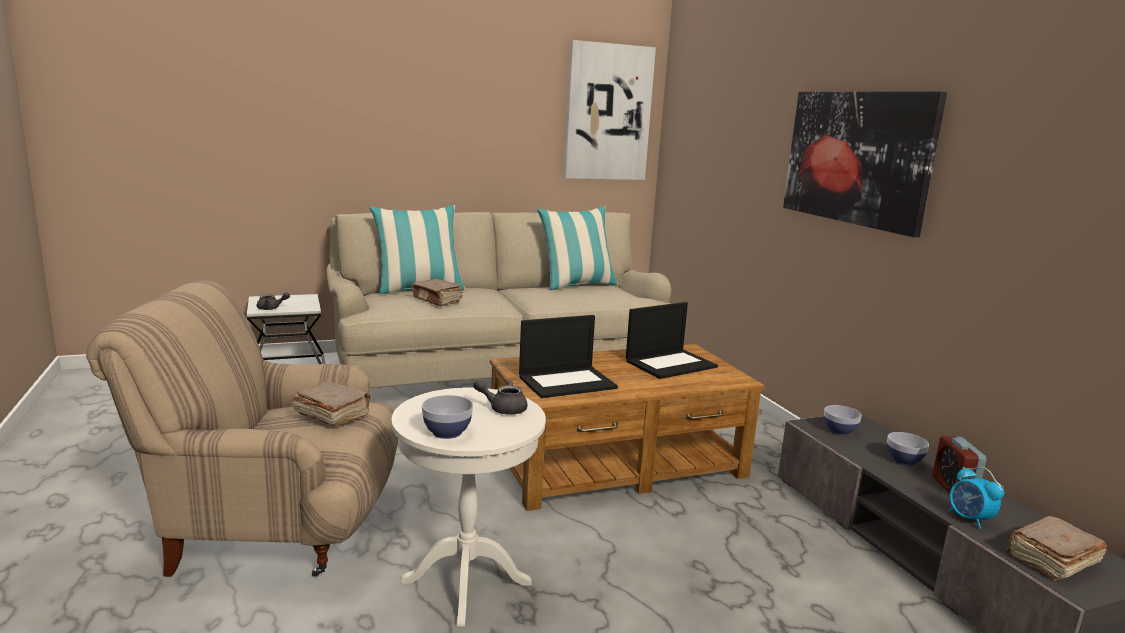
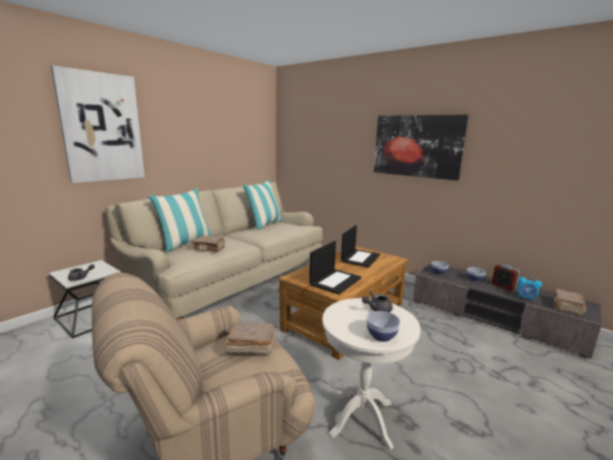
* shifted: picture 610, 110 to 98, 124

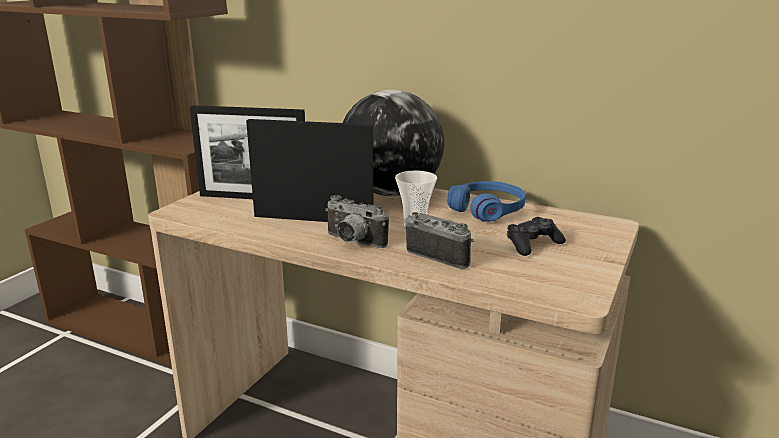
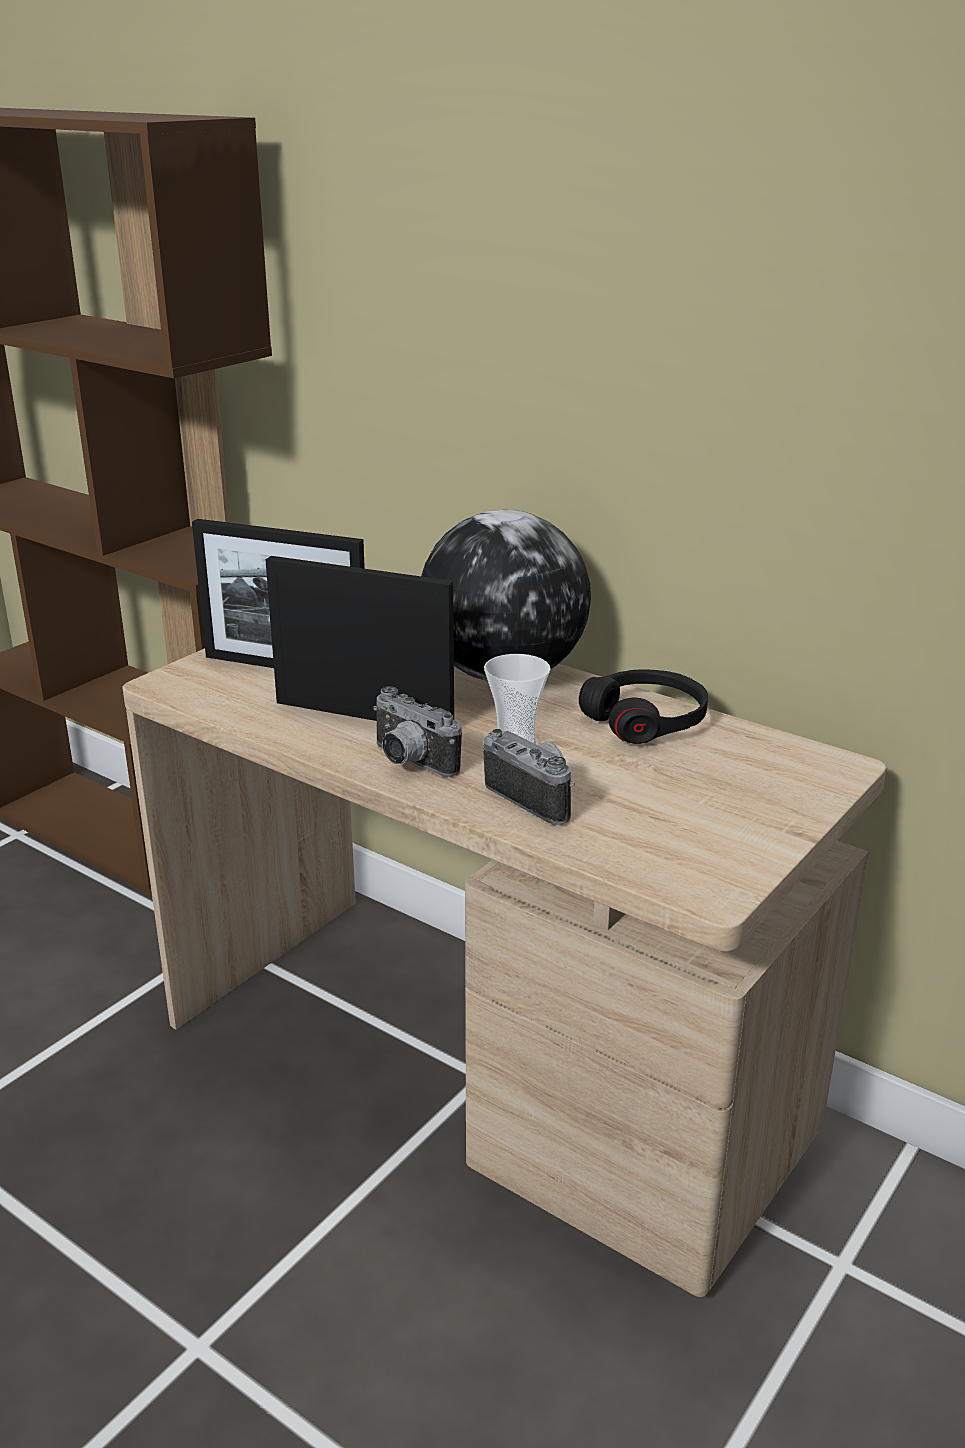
* gone: black joypad 536, 236
* repainted: bluish headphones 486, 201 to black headphones 643, 706

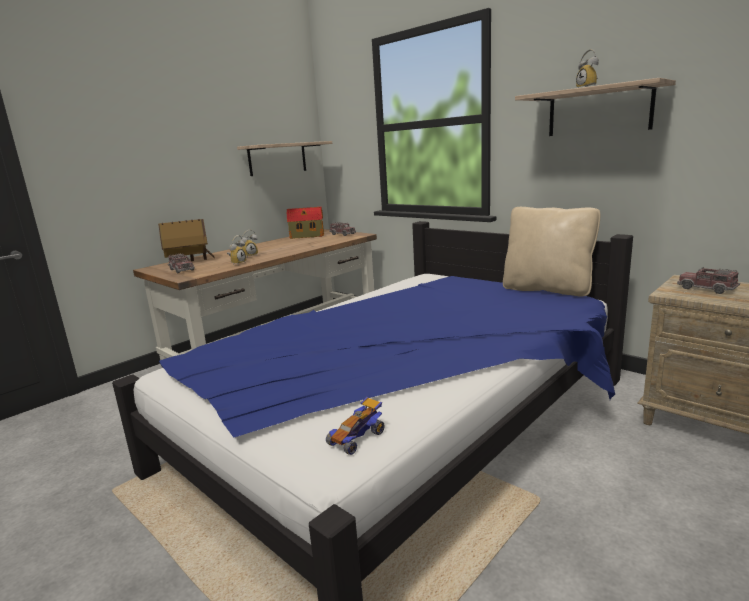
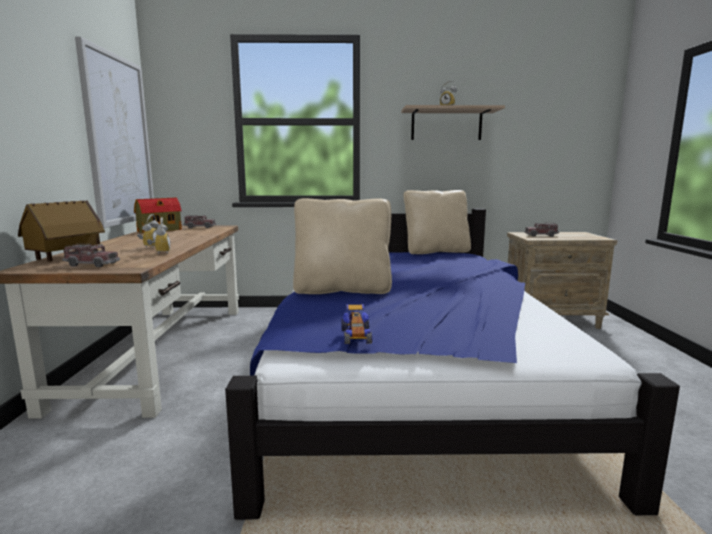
* new: beige pillow 342, 246
* shifted: toy car 355, 426 to 356, 324
* swapped: shelf 284, 158 to picture 114, 132

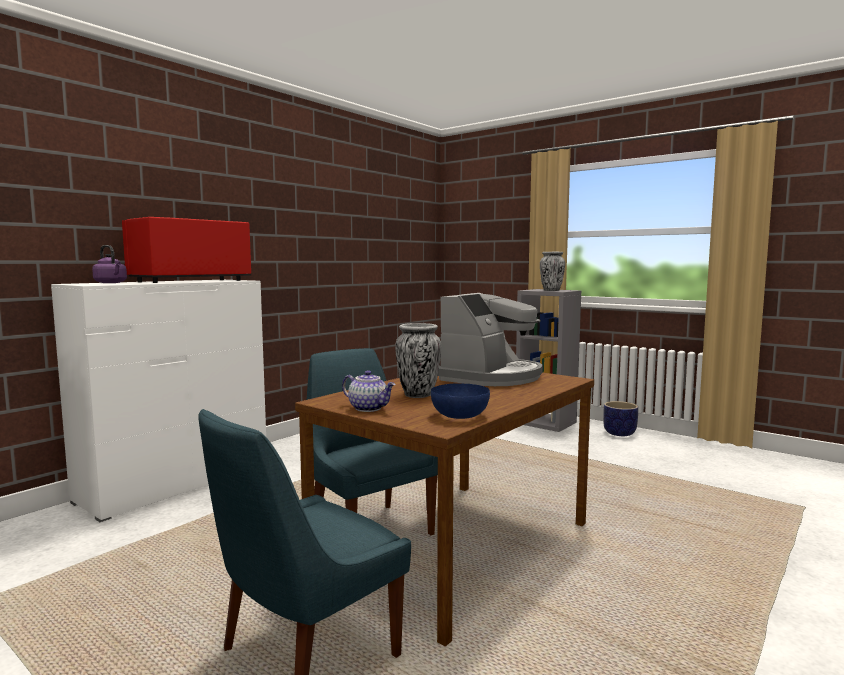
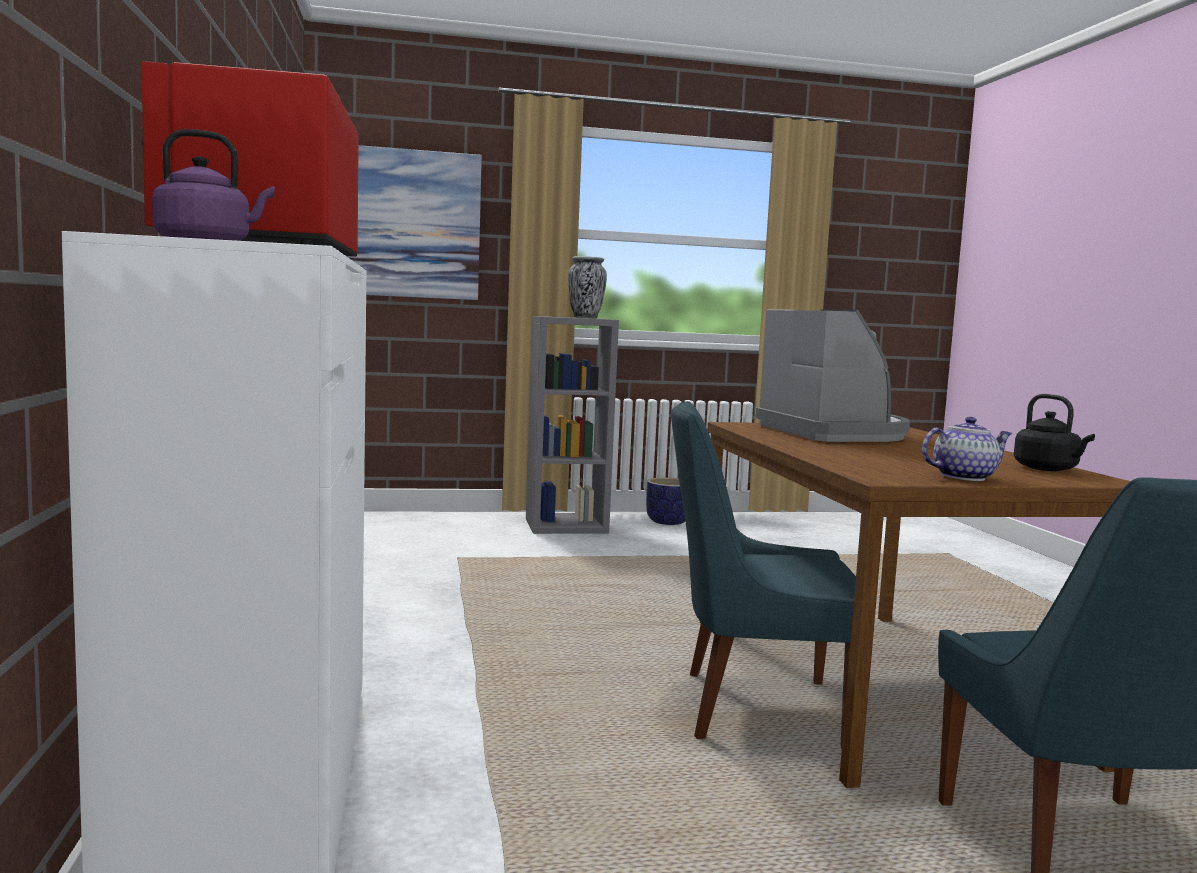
* gone: decorative vase 418, 360
* new: picture 414, 222
* swapped: bluish serving bowl 460, 401 to black tea kettle 1054, 432

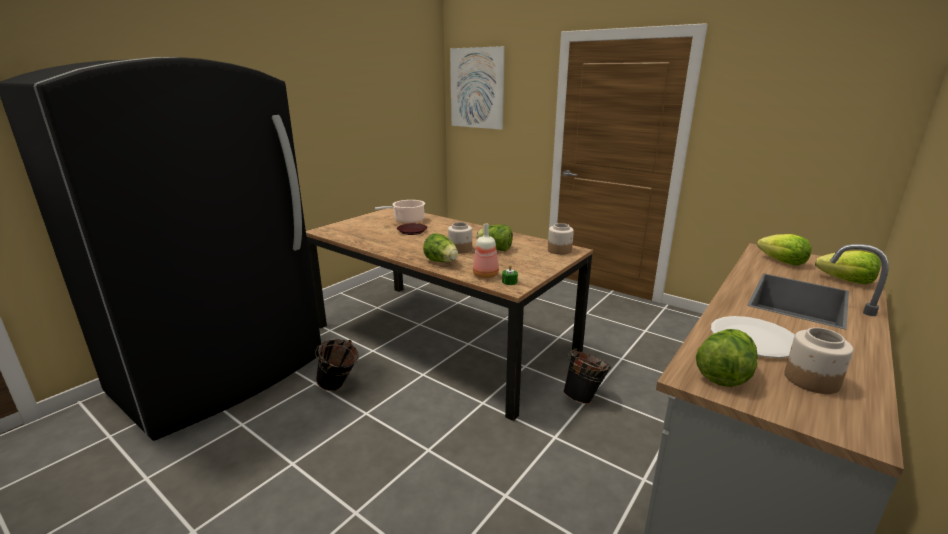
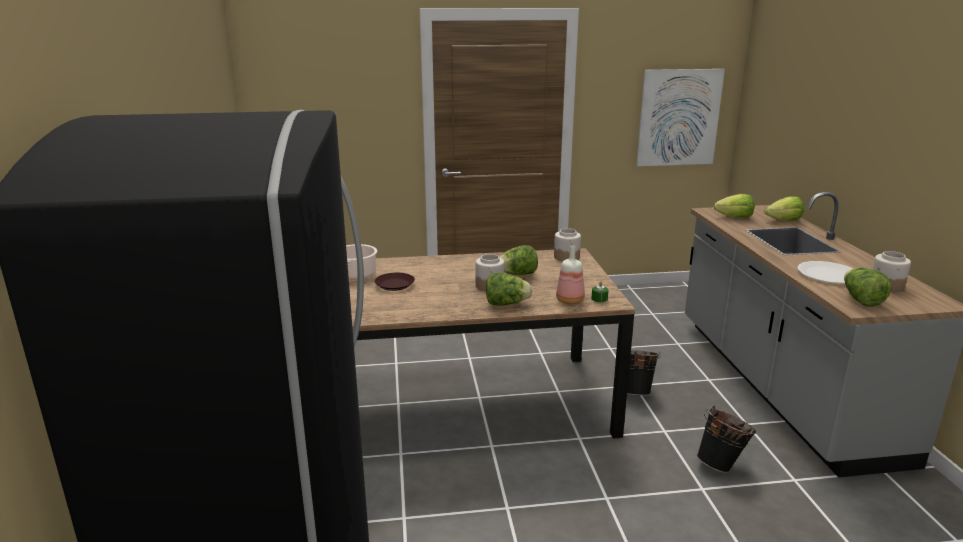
* shifted: black bucket 337, 365 to 726, 439
* shifted: picture 477, 88 to 680, 117

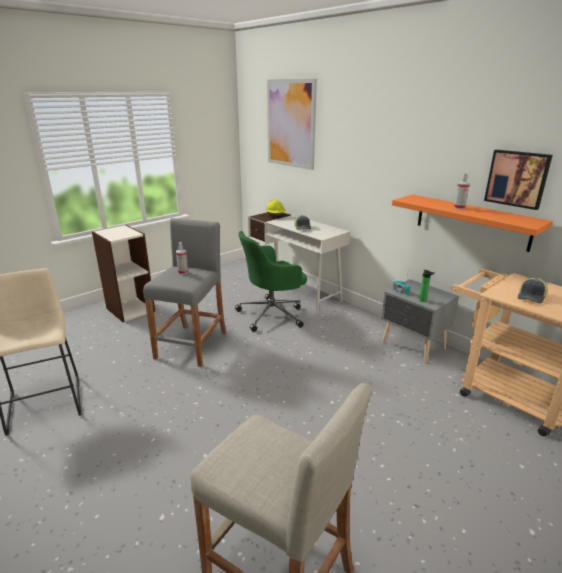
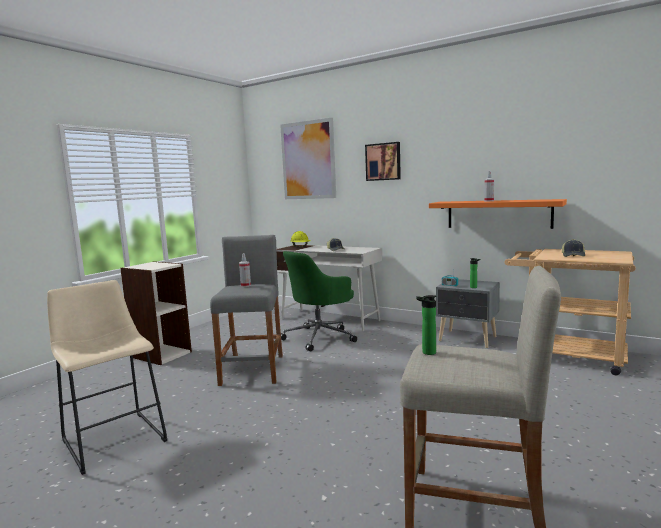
* new: drink bottle 426, 325
* shifted: picture 518, 180 to 383, 161

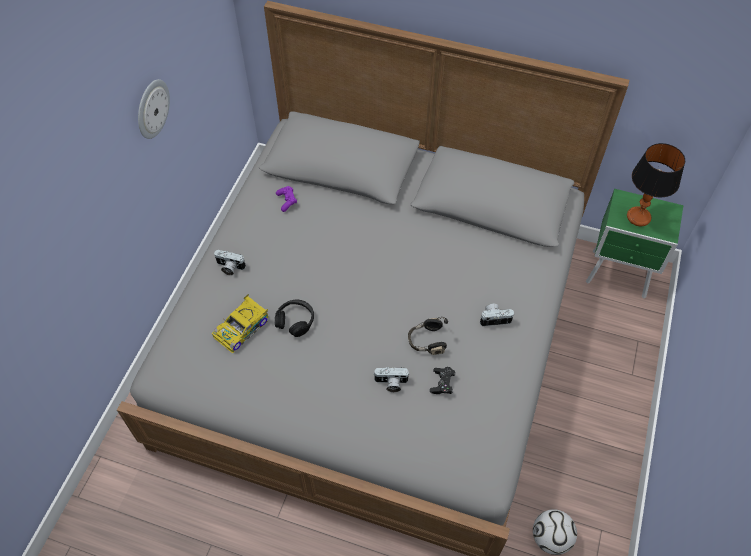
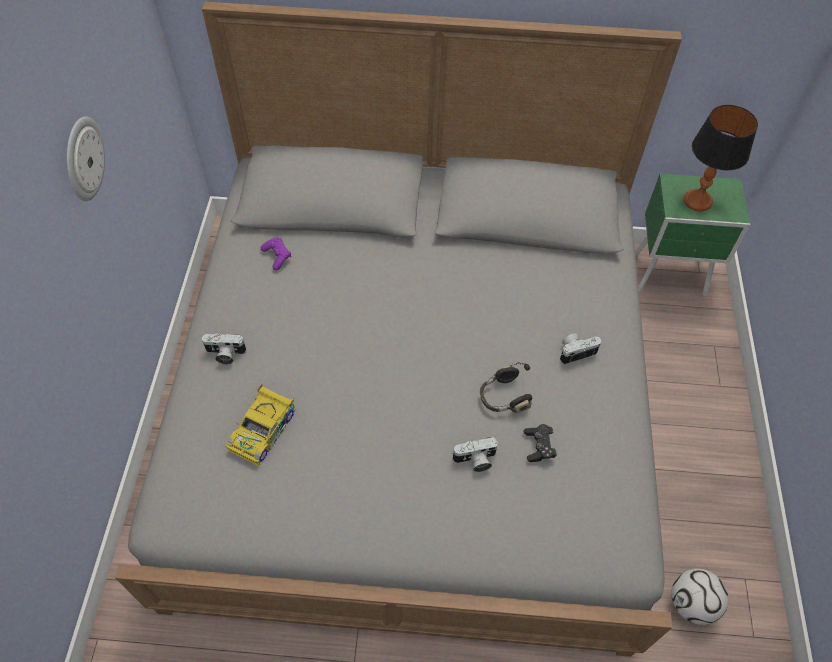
* gone: black headphones 294, 318

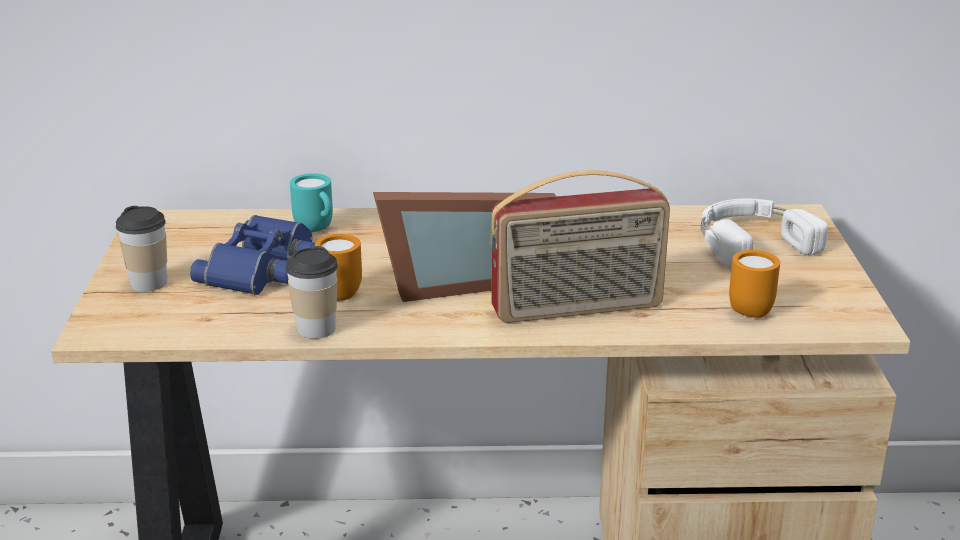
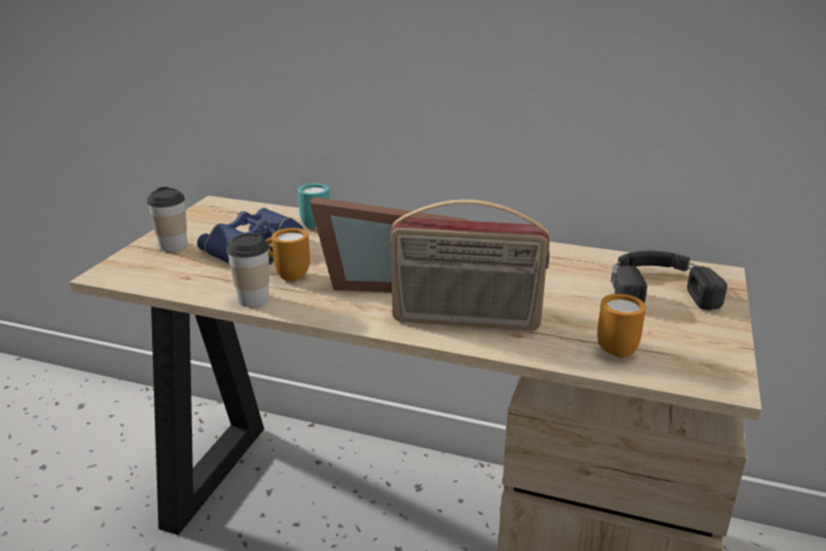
* repainted: white-coloured headphones 764, 232 to black headphones 669, 280

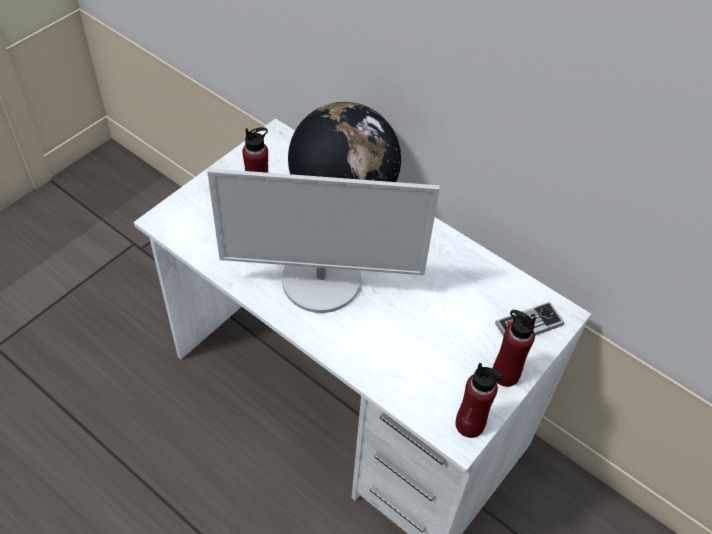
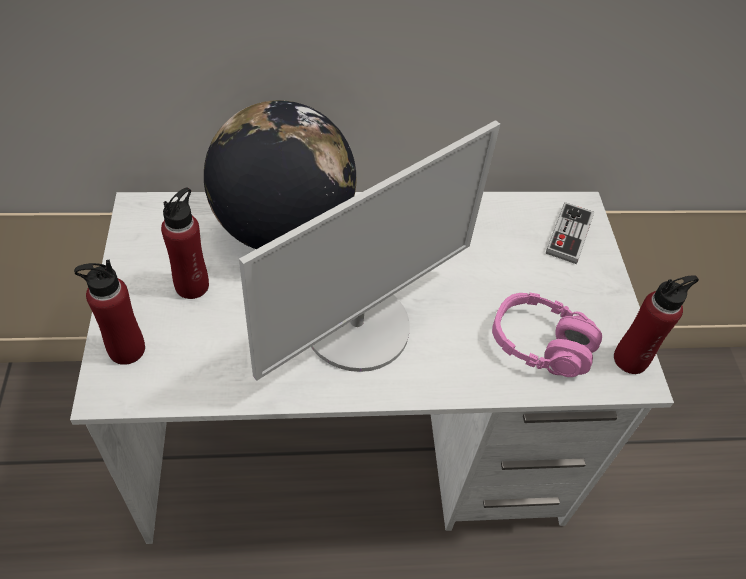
* new: pink headphones 547, 335
* shifted: reddish drink bottle 514, 348 to 109, 312

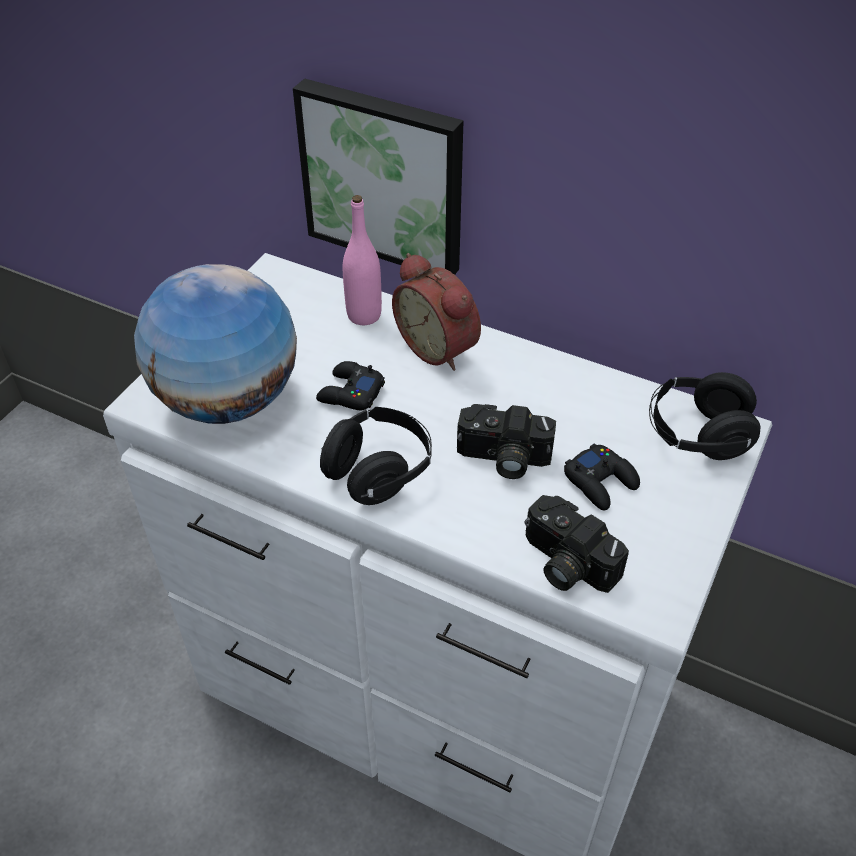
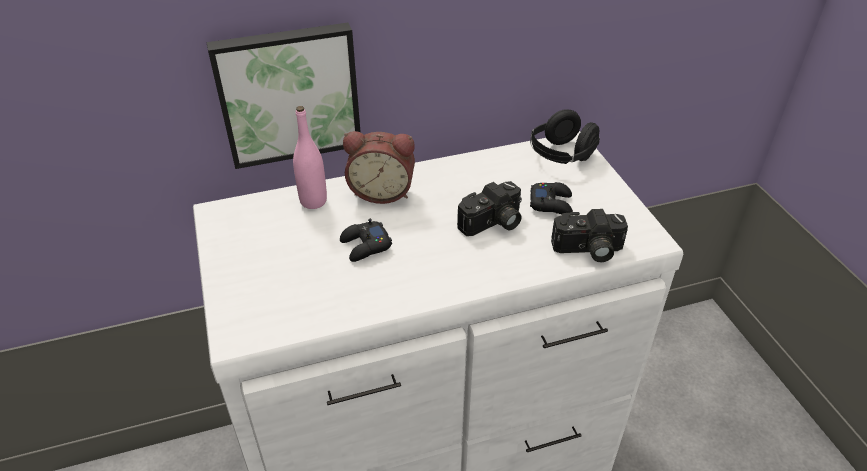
* gone: desk globe 215, 344
* gone: black headphones 376, 456

